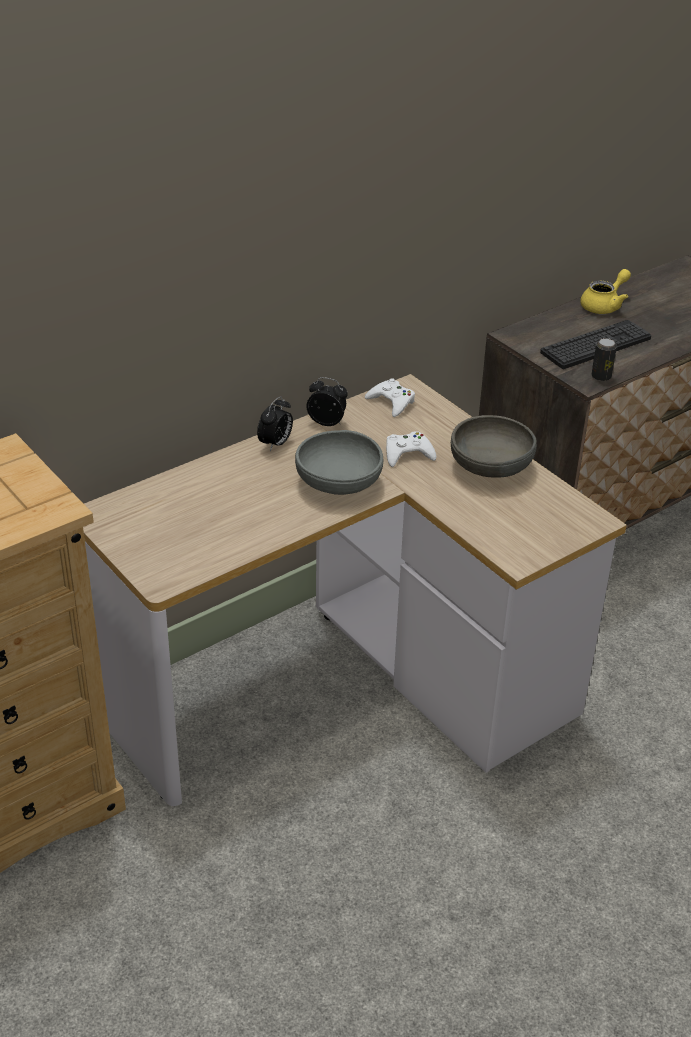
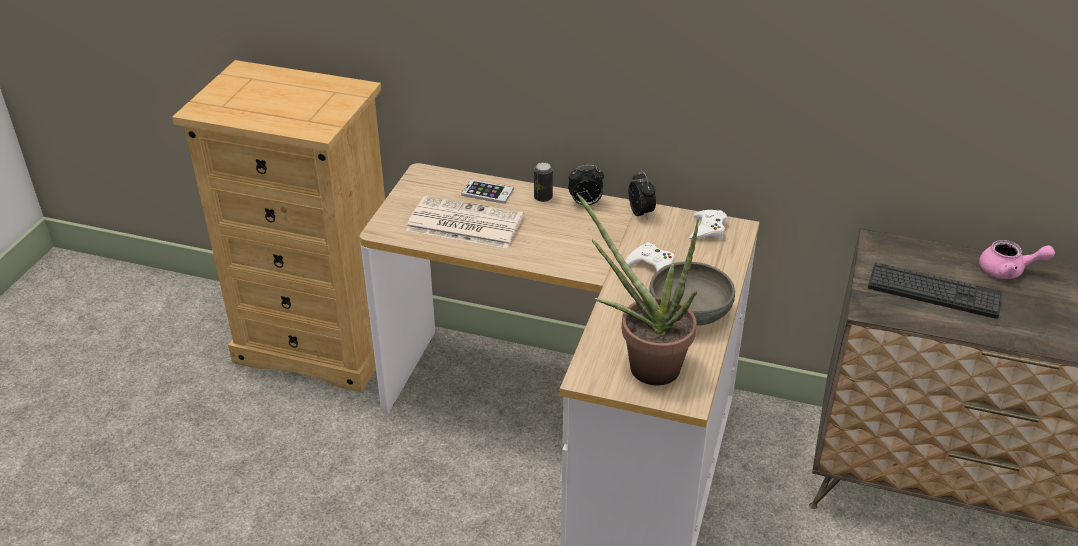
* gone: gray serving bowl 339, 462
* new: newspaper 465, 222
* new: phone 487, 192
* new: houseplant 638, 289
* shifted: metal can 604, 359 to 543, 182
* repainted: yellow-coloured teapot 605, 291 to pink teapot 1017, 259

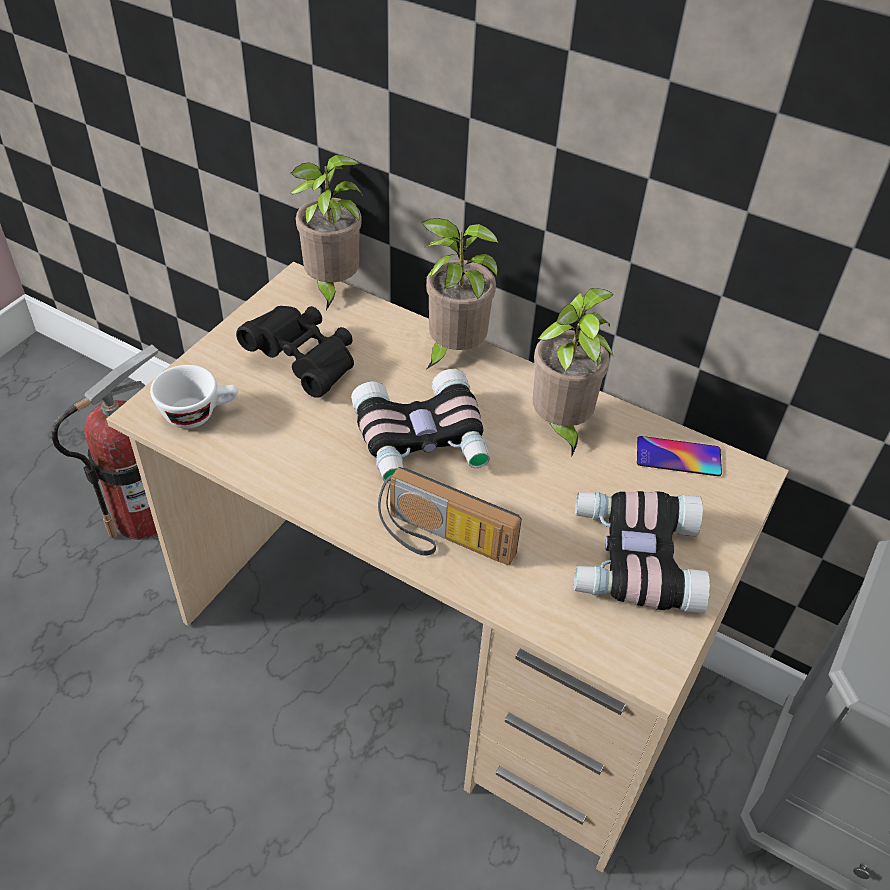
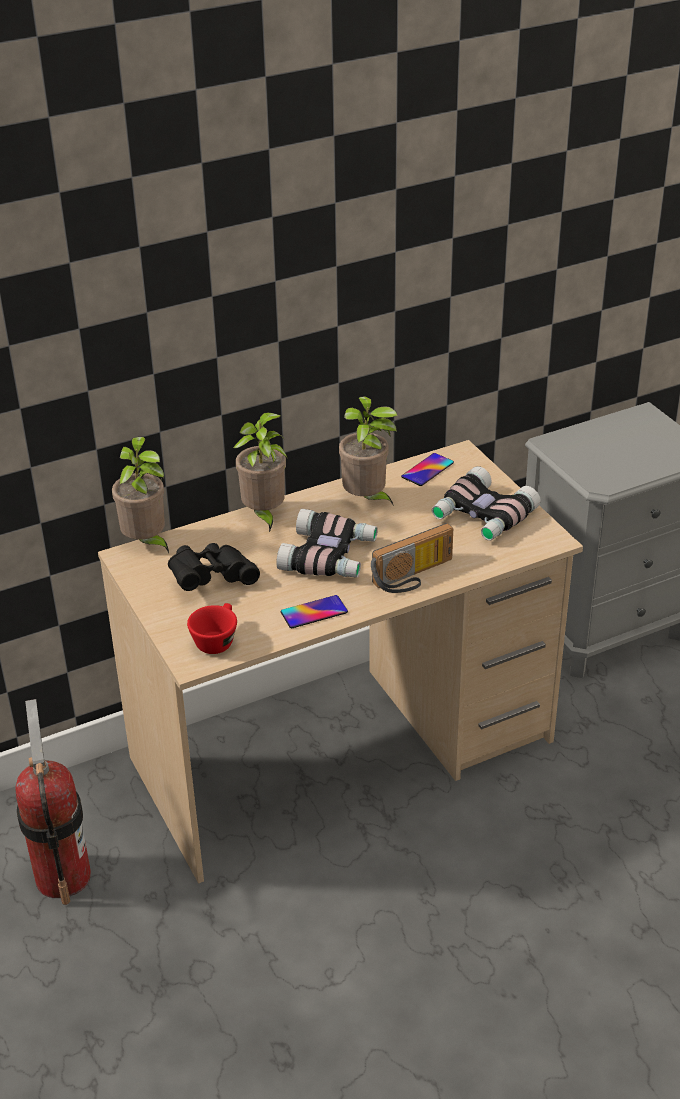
* new: phone 314, 611
* repainted: white-coloured cup 194, 397 to reddish cup 212, 628

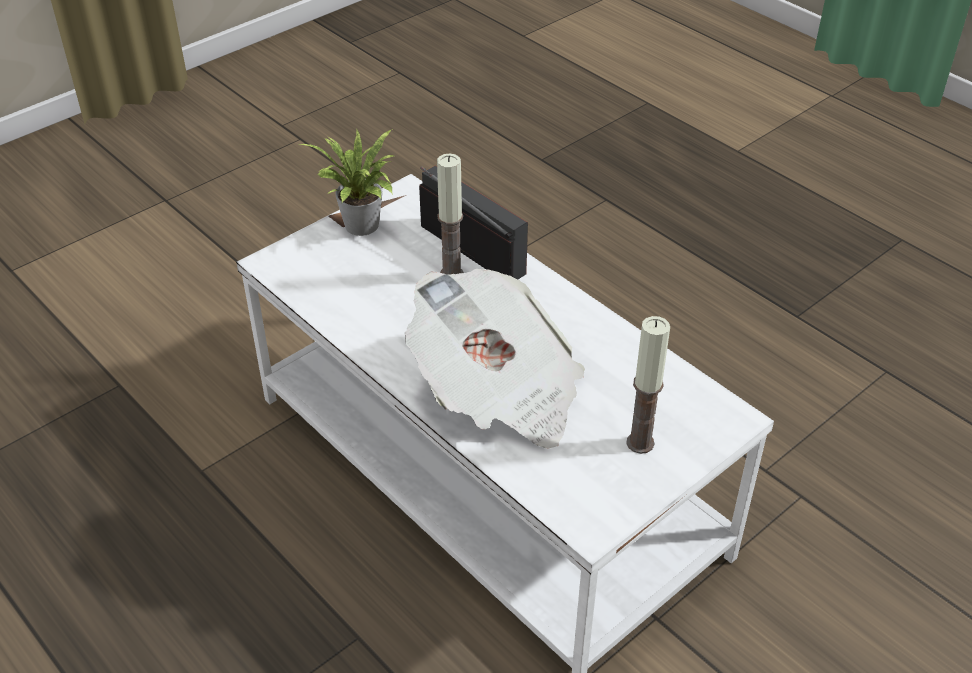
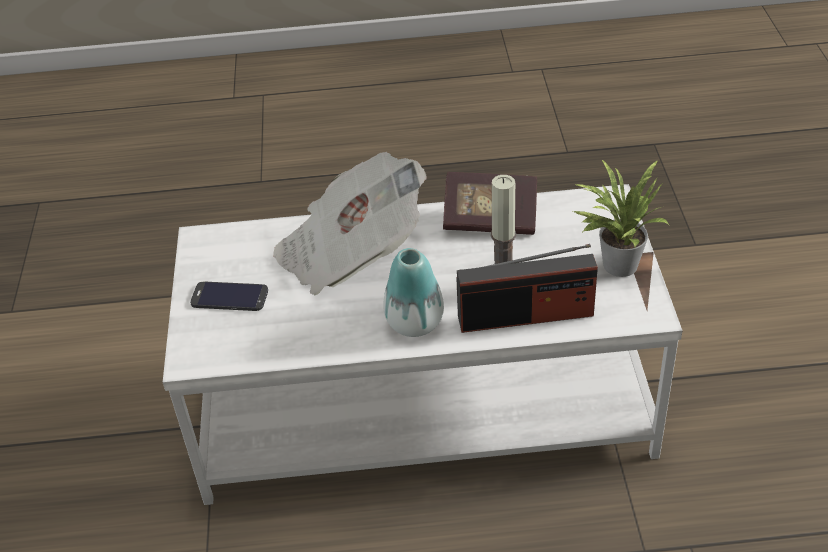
* new: decorative vase 413, 292
* new: book 490, 203
* swapped: candle 648, 385 to phone 229, 296

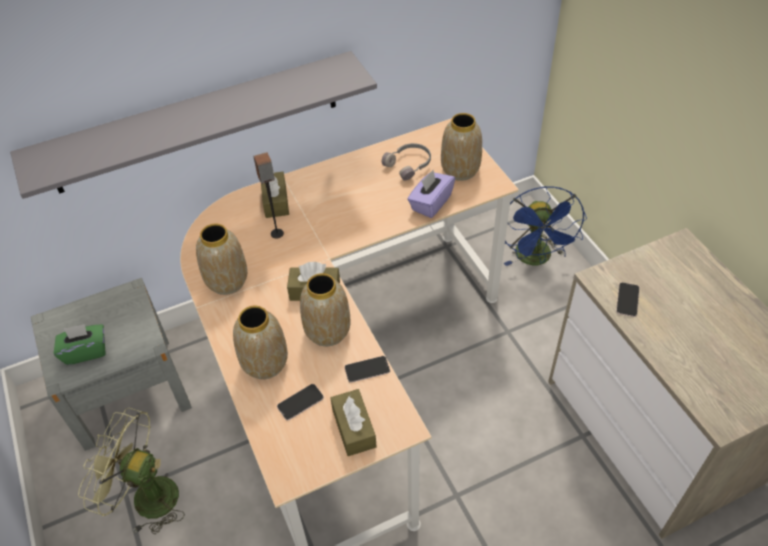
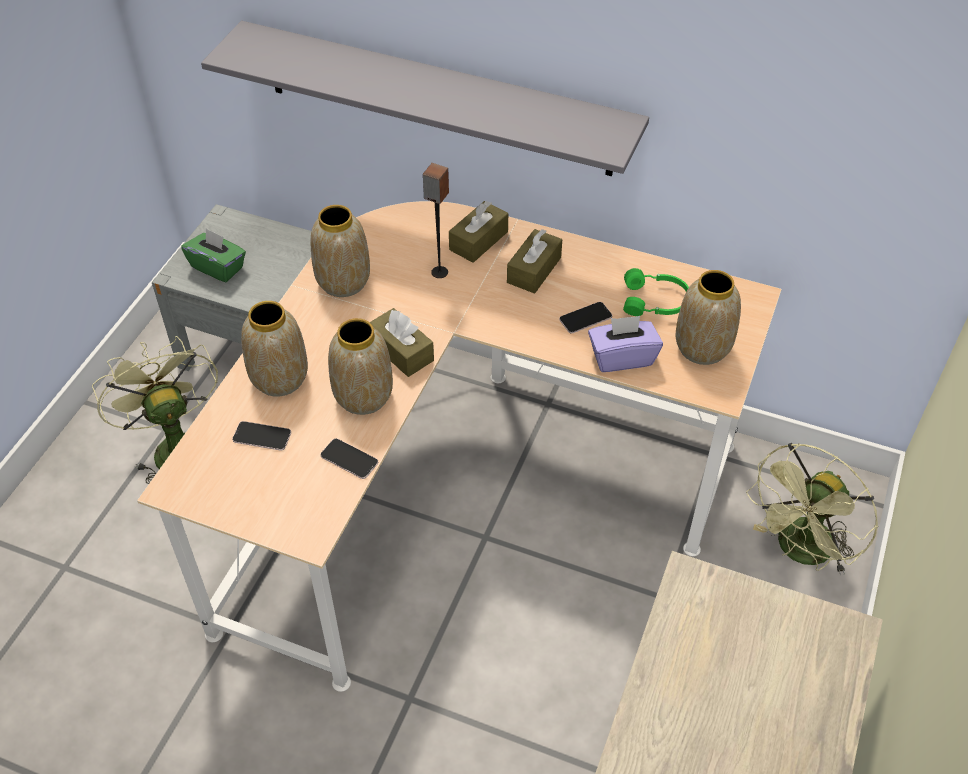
* shifted: brown-coloured tissue holder 354, 422 to 534, 261
* shifted: phone 628, 299 to 585, 317
* repainted: gray headphones 406, 162 to greenish headphones 656, 292
* repainted: bluish fan 545, 226 to greenish fan 812, 509

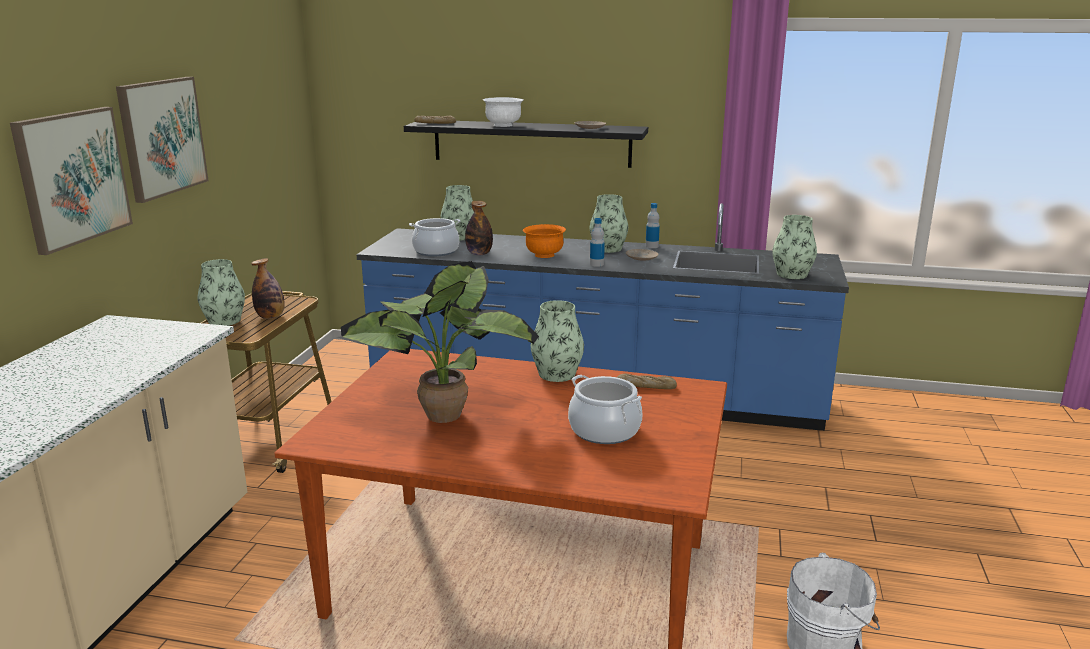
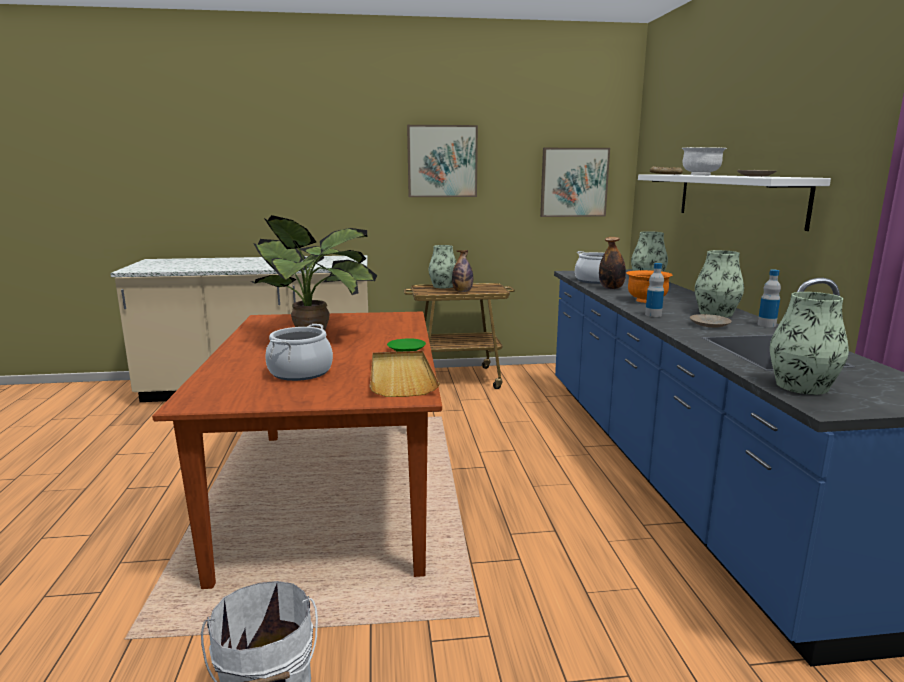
* shifted: picture 71, 181 to 575, 182
* swapped: decorative vase 557, 341 to greenish flat dish 406, 345
* swapped: bakery bread 647, 381 to beige carrying tray 405, 374
* repainted: black shelf 526, 144 to white-coloured shelf 734, 203

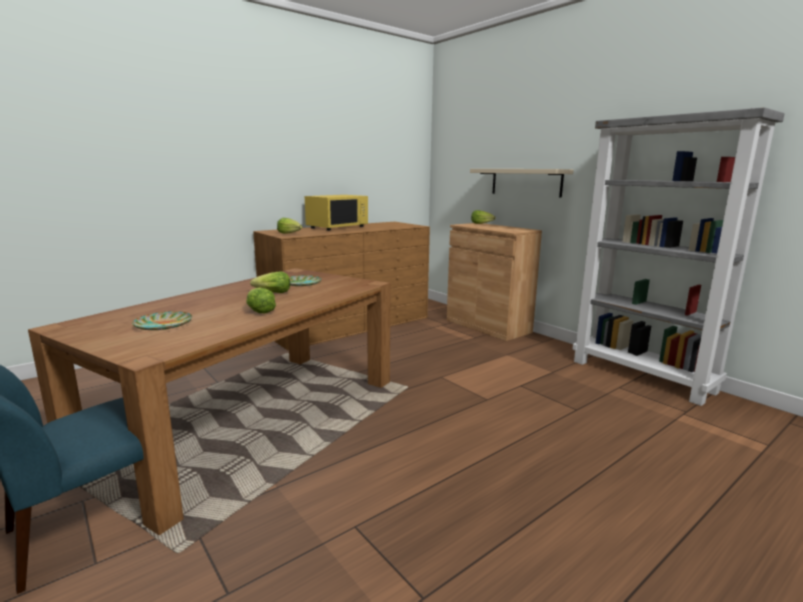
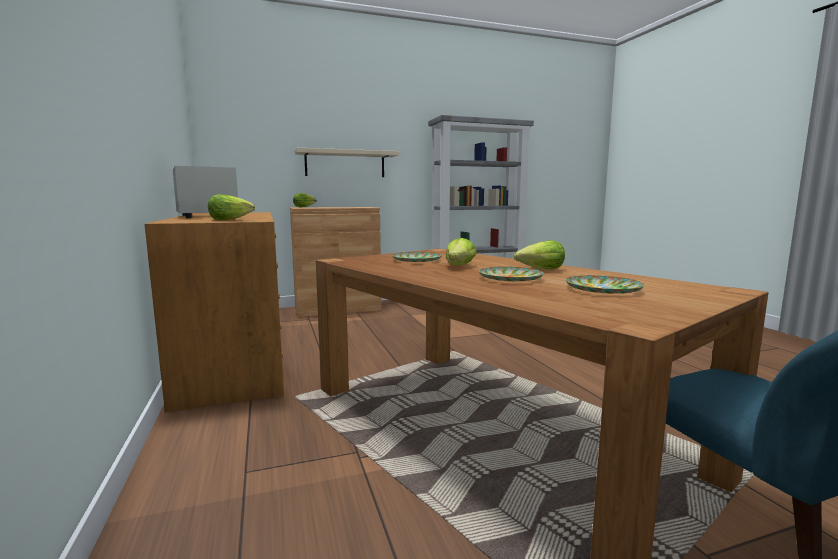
* new: flat dish 511, 274
* repainted: yellow-coloured microwave oven 336, 213 to white-coloured microwave oven 205, 192

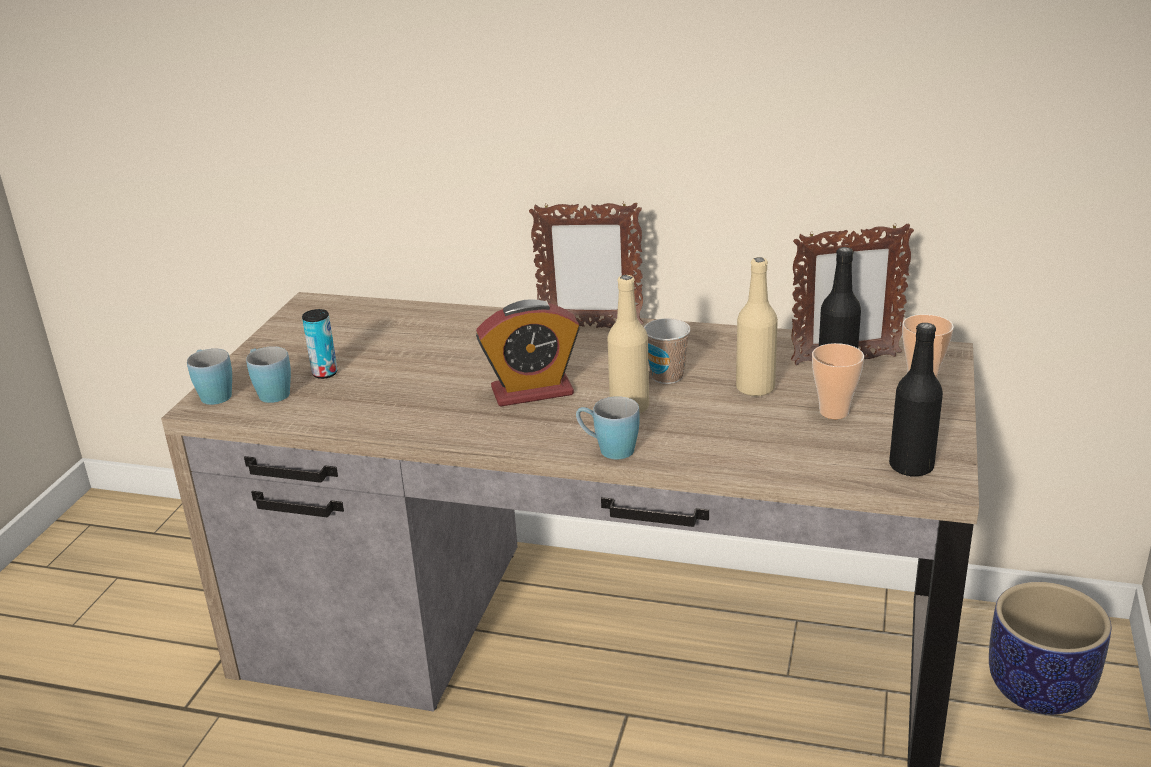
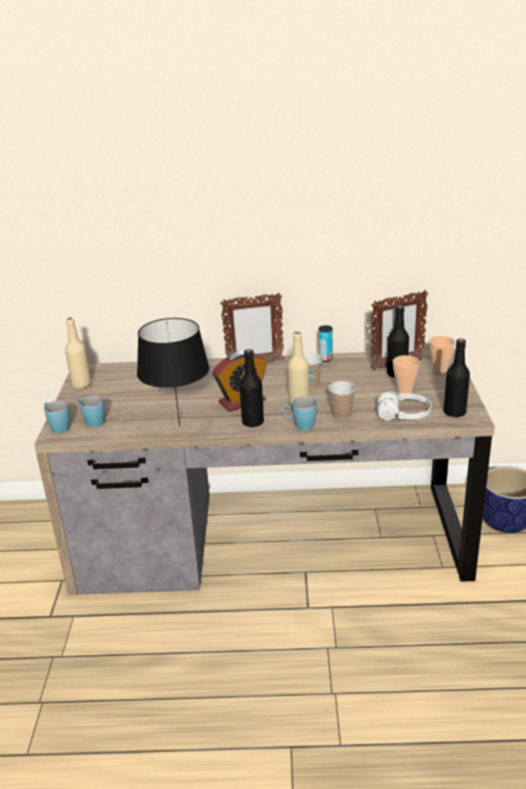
* new: black table lamp 173, 372
* new: black drink bottle 251, 388
* new: cup 342, 400
* new: white-coloured headphones 404, 405
* shifted: metal can 320, 344 to 326, 343
* shifted: beige drink bottle 757, 327 to 78, 353

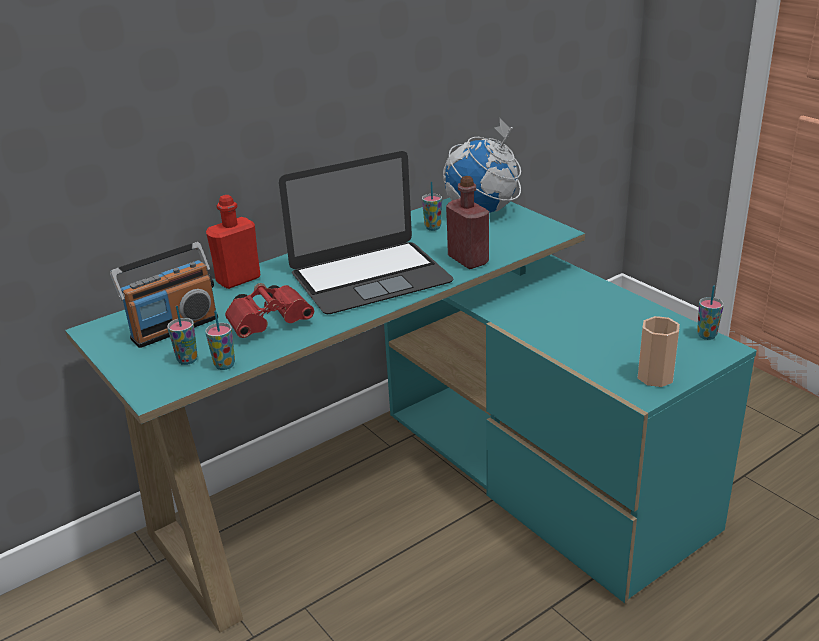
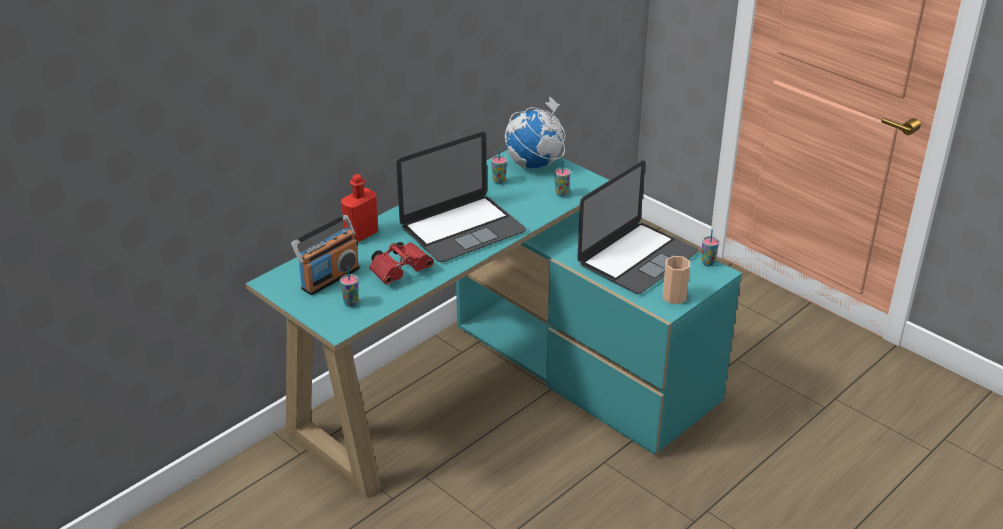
* gone: reddish drink bottle 467, 222
* new: laptop 638, 227
* shifted: cup 220, 340 to 562, 178

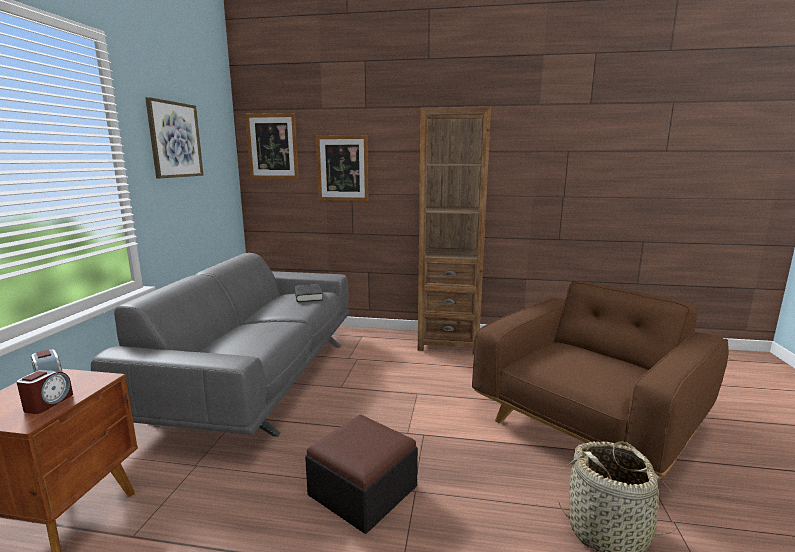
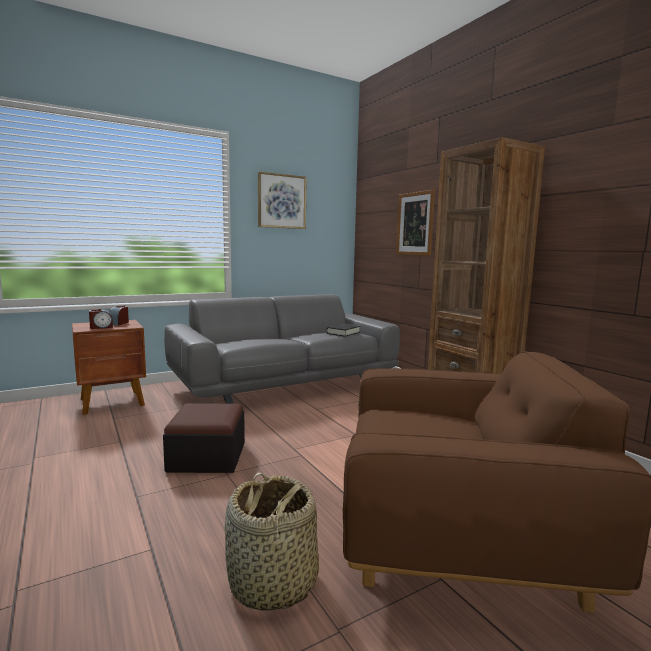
* gone: picture 272, 146

